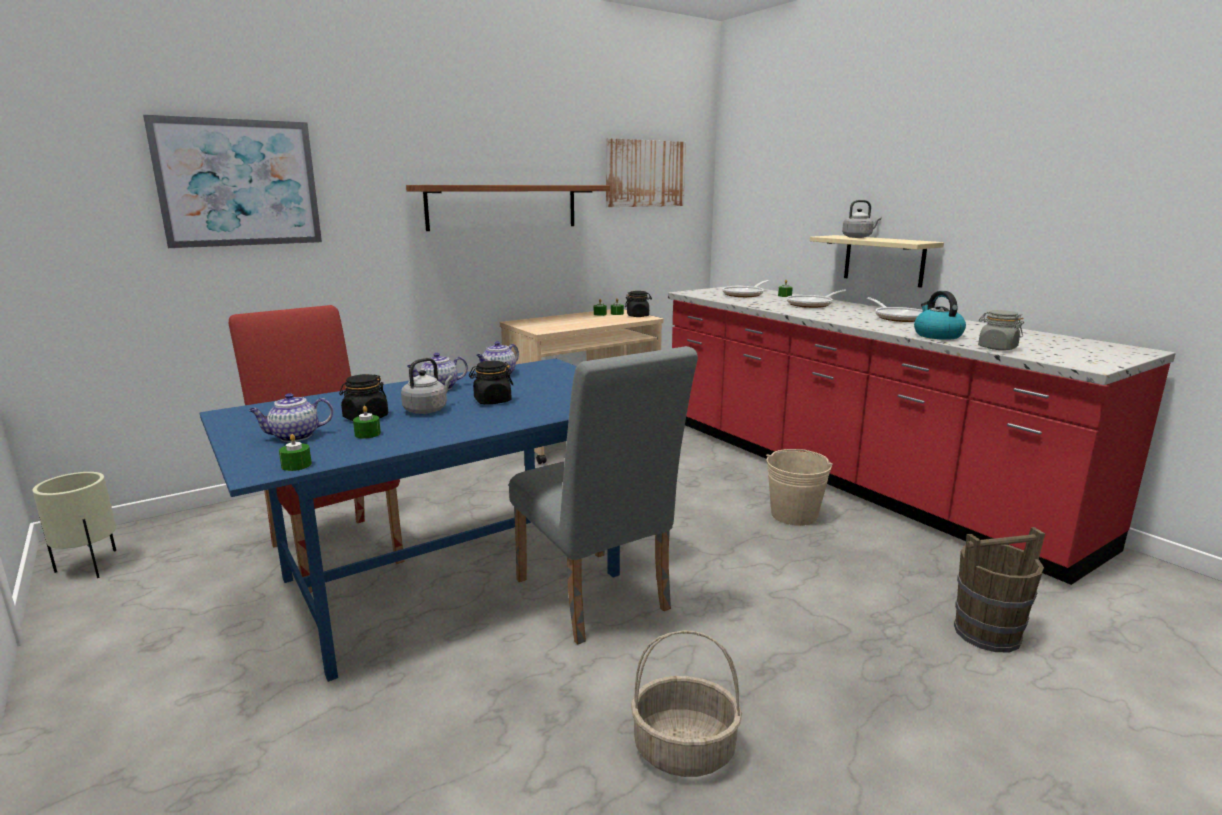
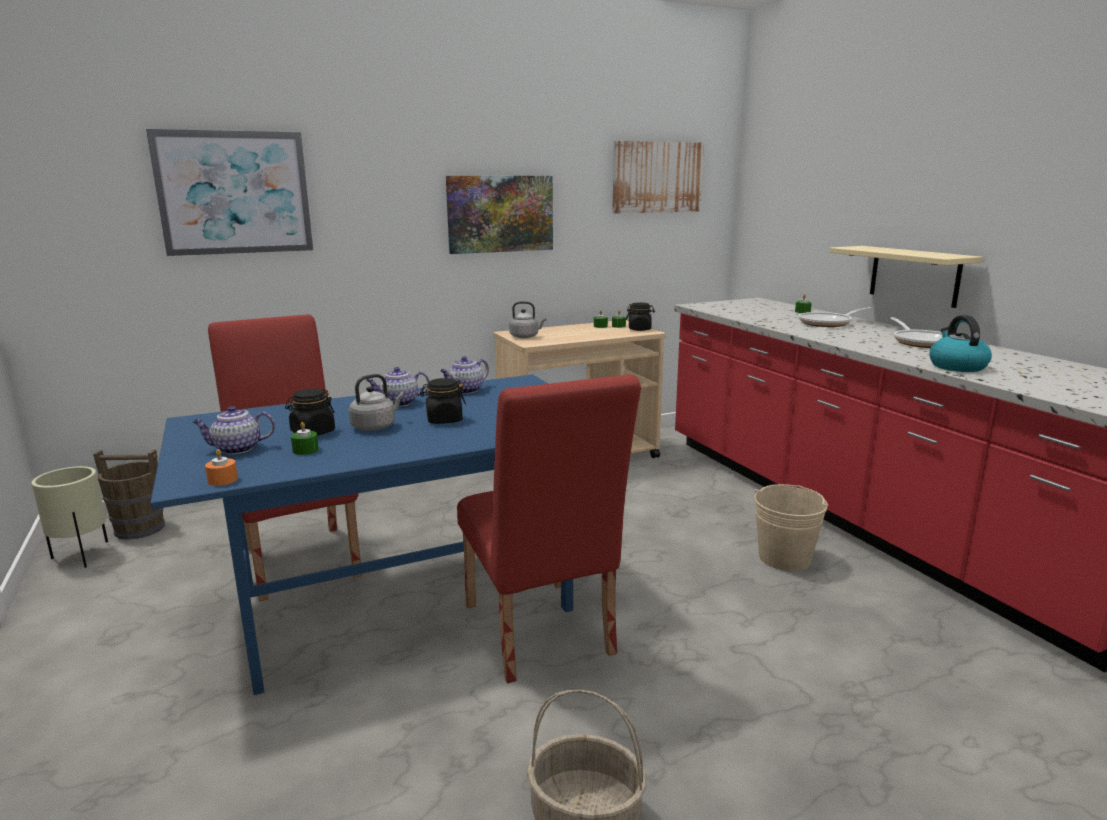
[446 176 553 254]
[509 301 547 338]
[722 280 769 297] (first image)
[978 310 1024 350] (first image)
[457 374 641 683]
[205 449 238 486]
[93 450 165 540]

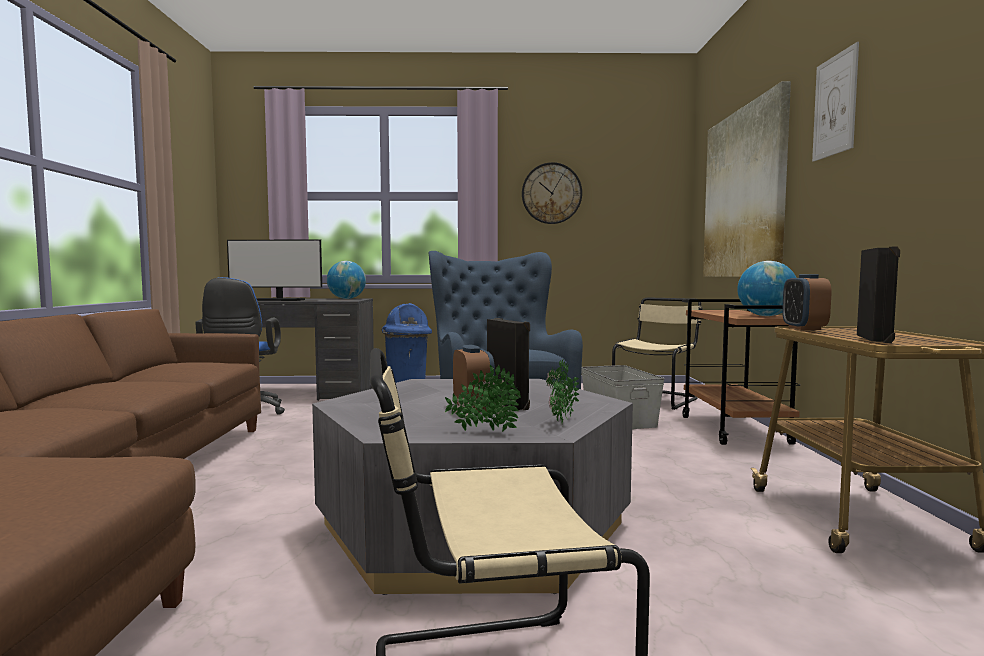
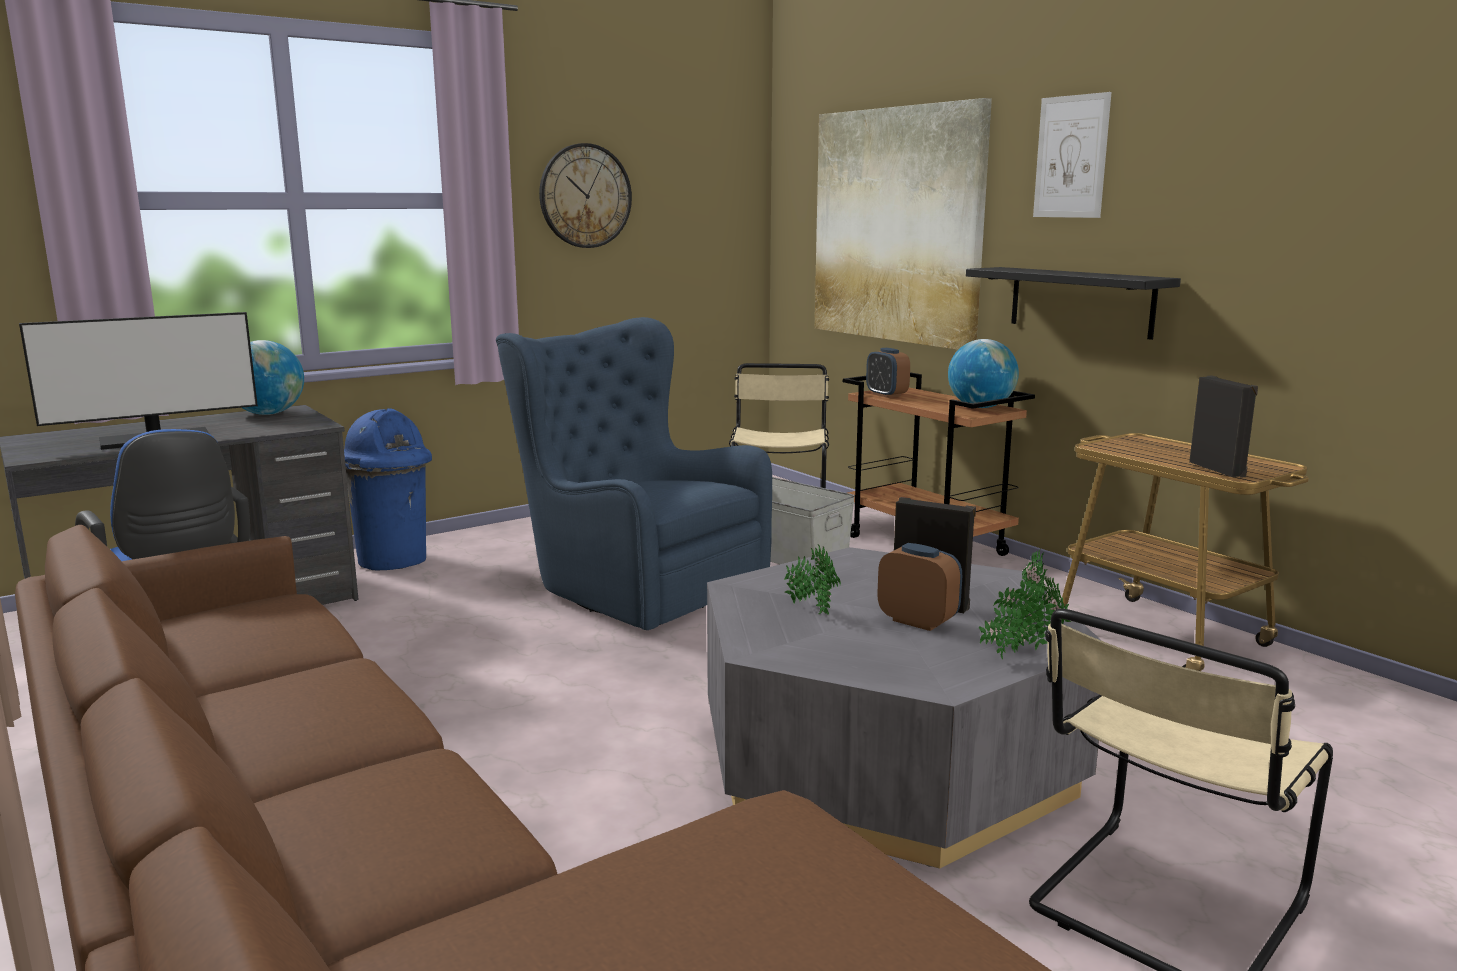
[866 348 910 398]
[966 267 1181 340]
[784 544 841 615]

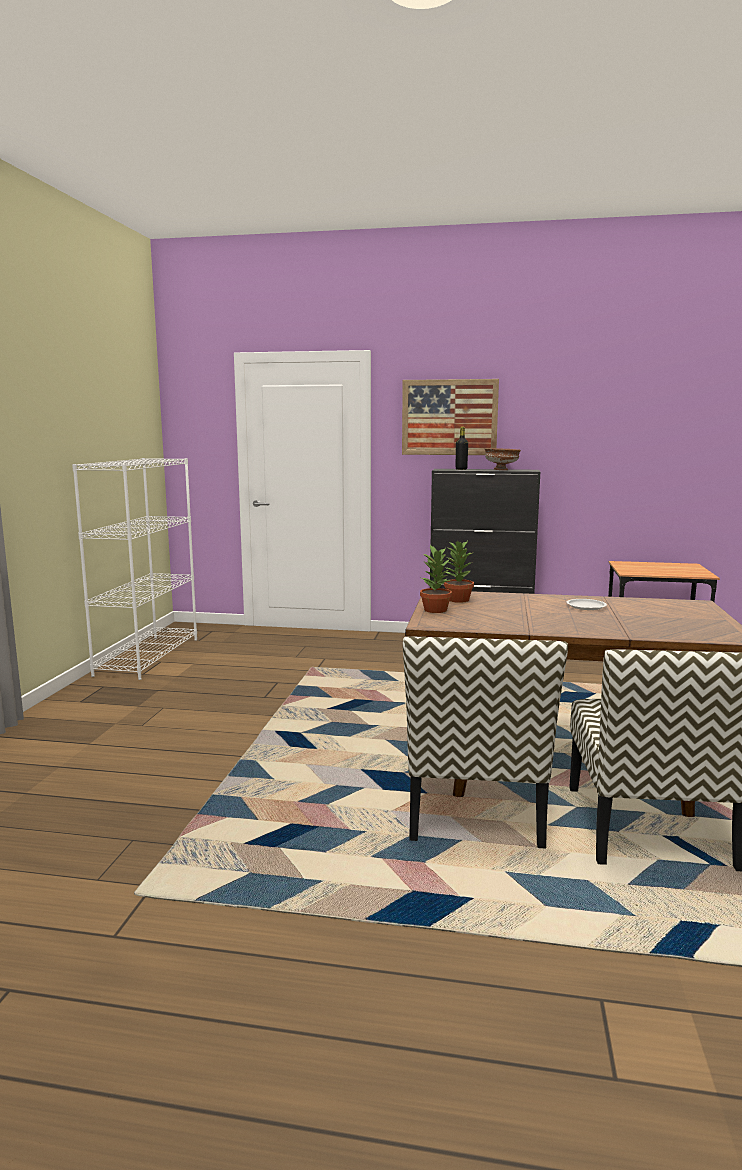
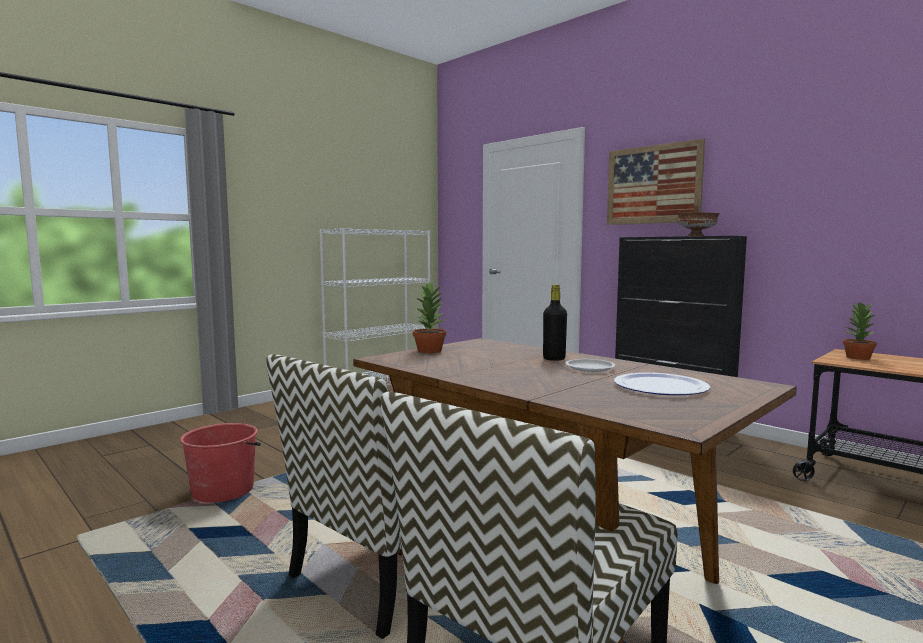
[543 284 567 361]
[843 302 877 360]
[614 372 710 395]
[180 423 261 503]

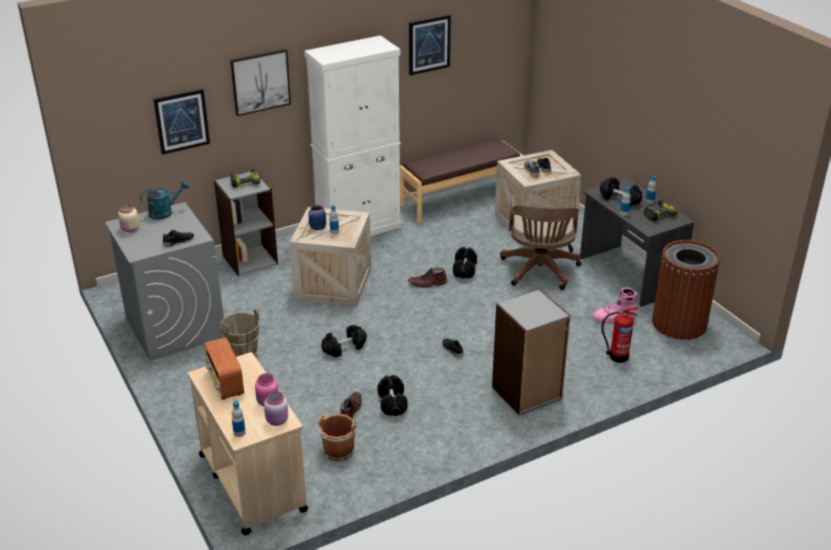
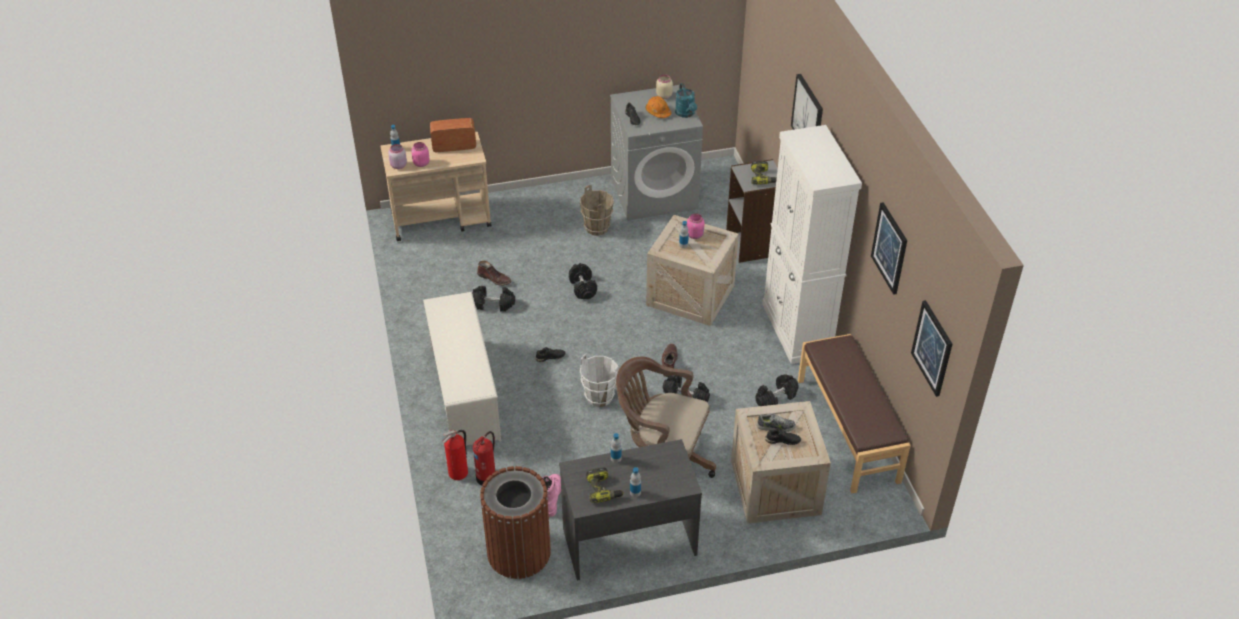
[911 300 952 397]
[755 374 799 406]
[687 213 704 239]
[423 292 501 446]
[319 414 358 461] (first image)
[645 96 671 118]
[580 353 619 407]
[442 430 468 480]

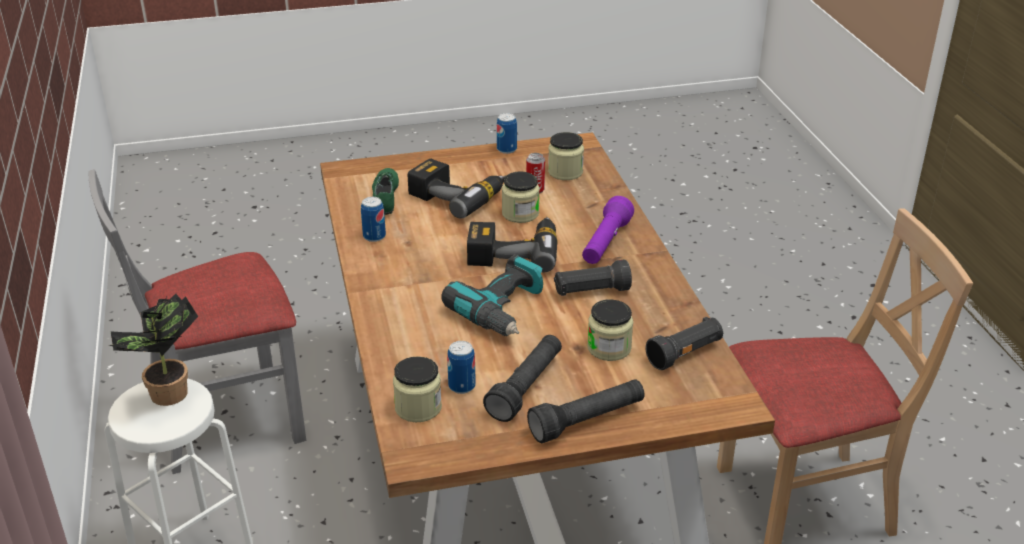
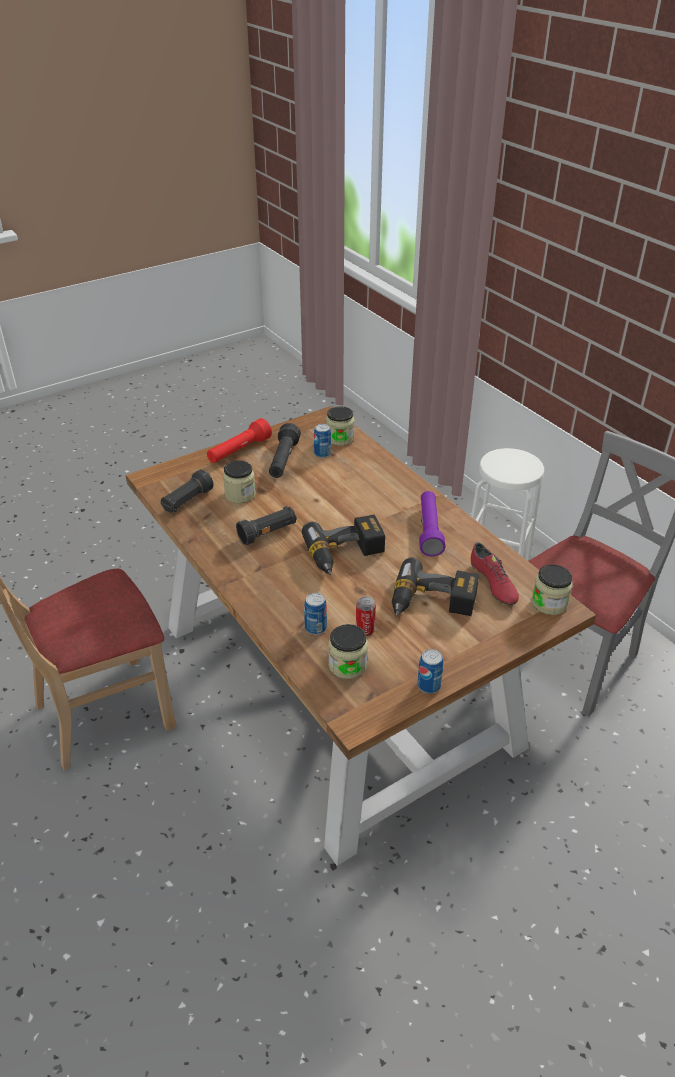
[471 542 519 605]
[532 564 573 615]
[419 491 445 556]
[304 593 327 635]
[441 255 543 336] (first image)
[108 294 198 406] (first image)
[207 418 272 463]

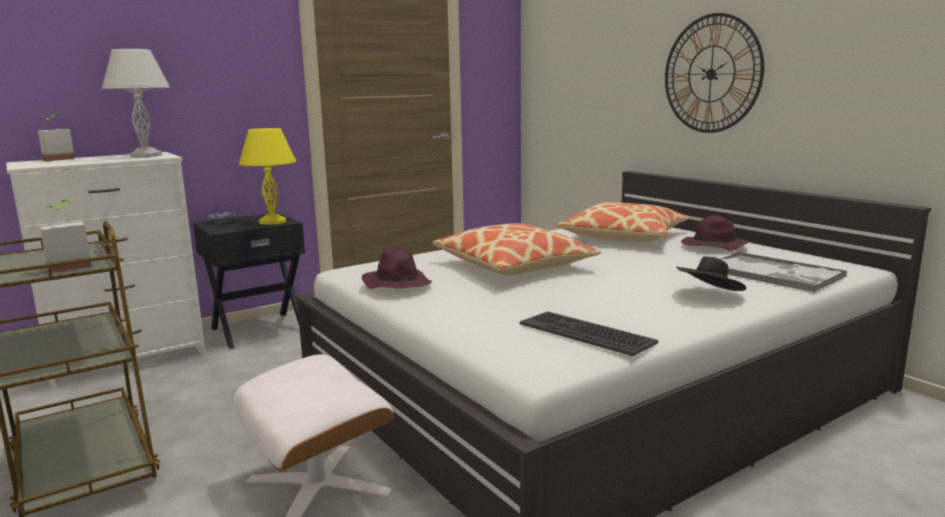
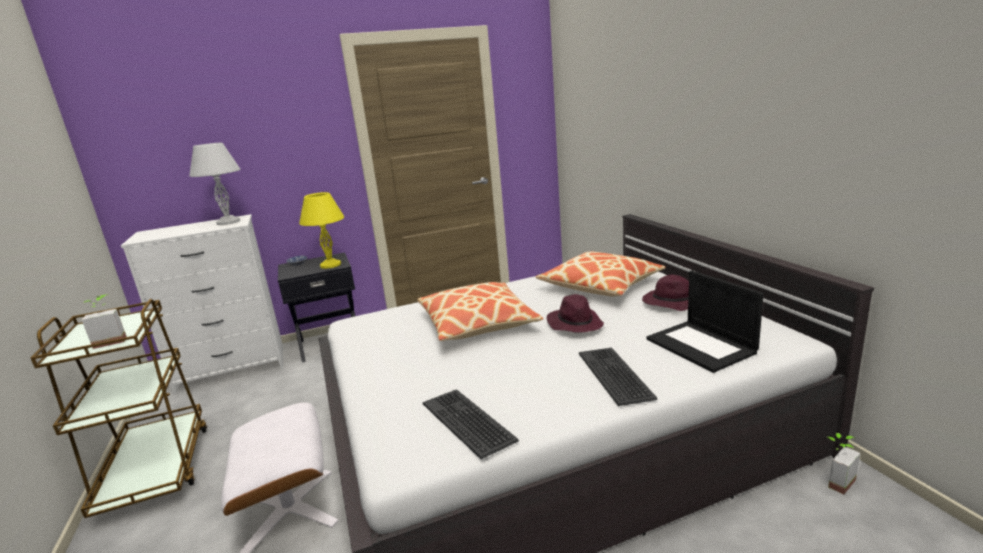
[665 13 764 133] (first image)
[828 433 860 494]
[547 294 604 333]
[646 271 764 373]
[579 348 657 406]

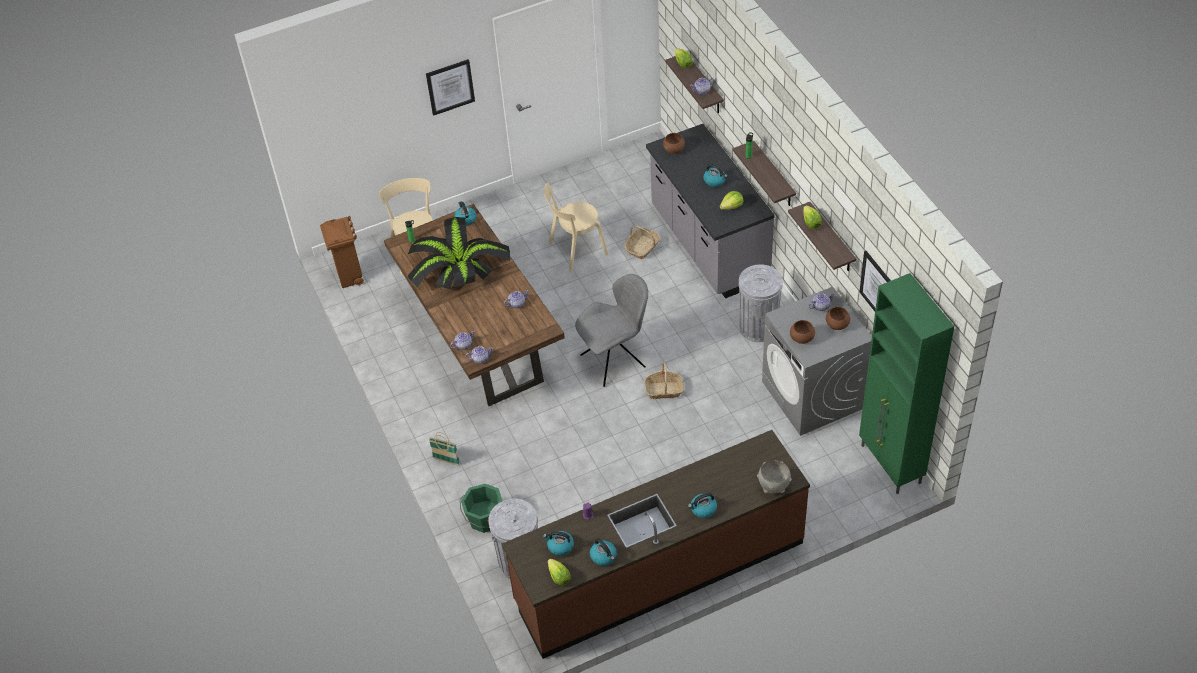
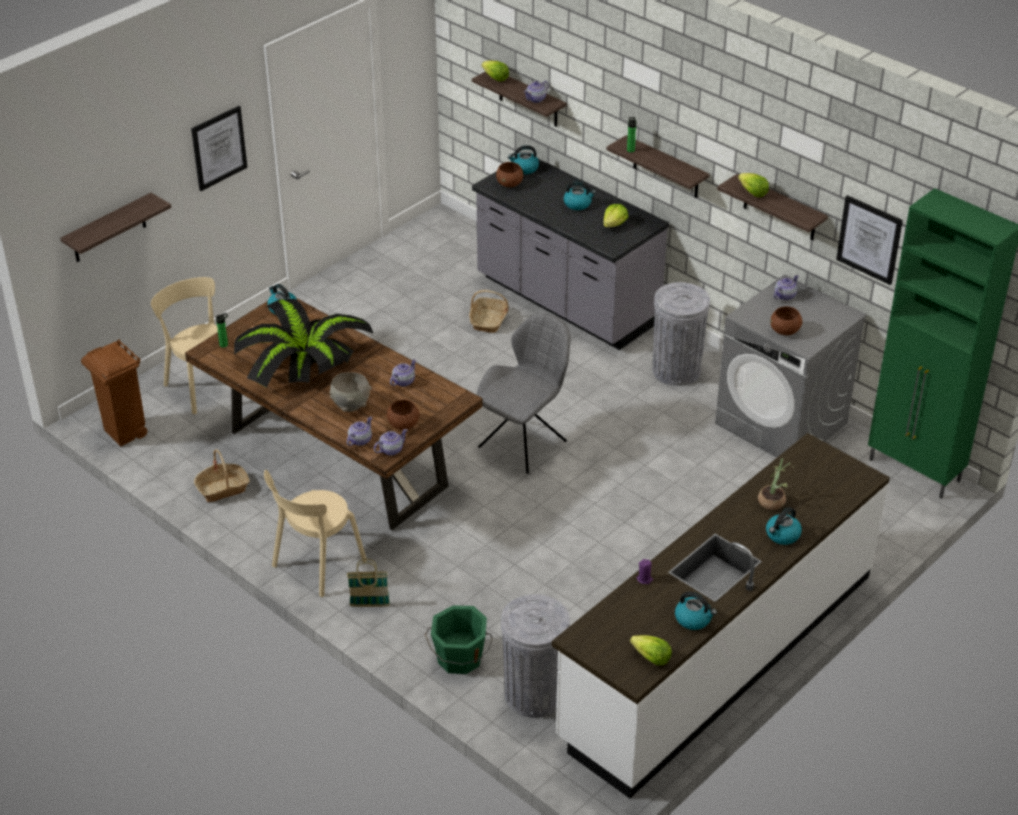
[264 470 367 597]
[387 400 419 430]
[194 449 250 502]
[552 433 890 798]
[329 372 372 412]
[508 145 539 174]
[60 193 171 262]
[758 458 792 510]

